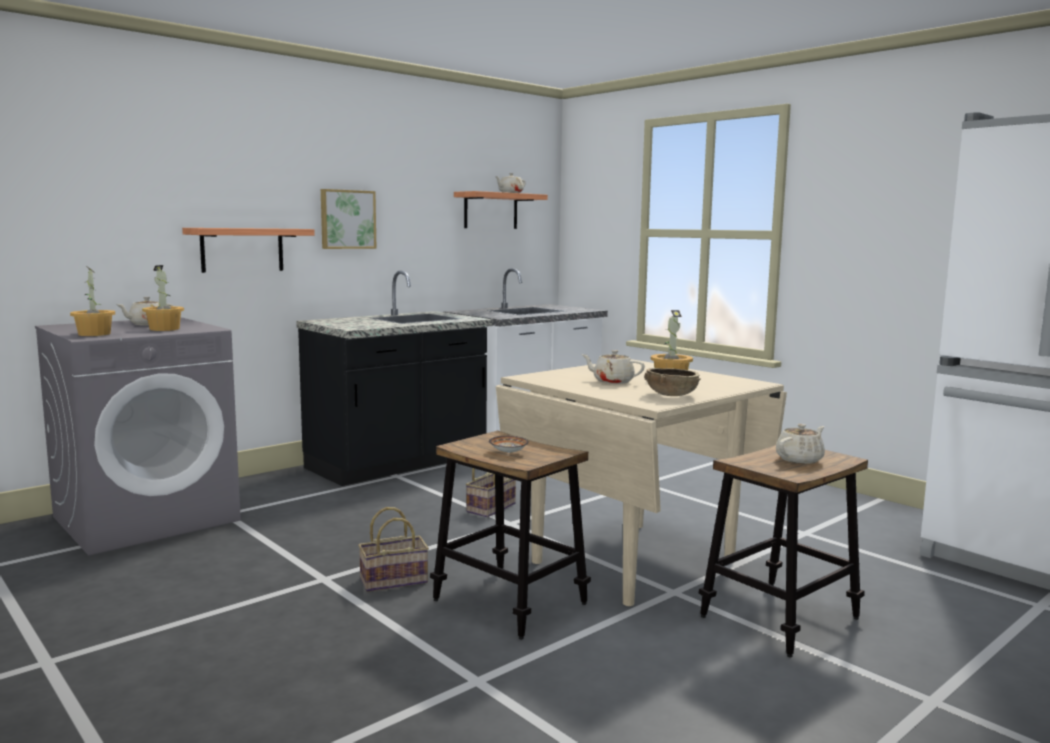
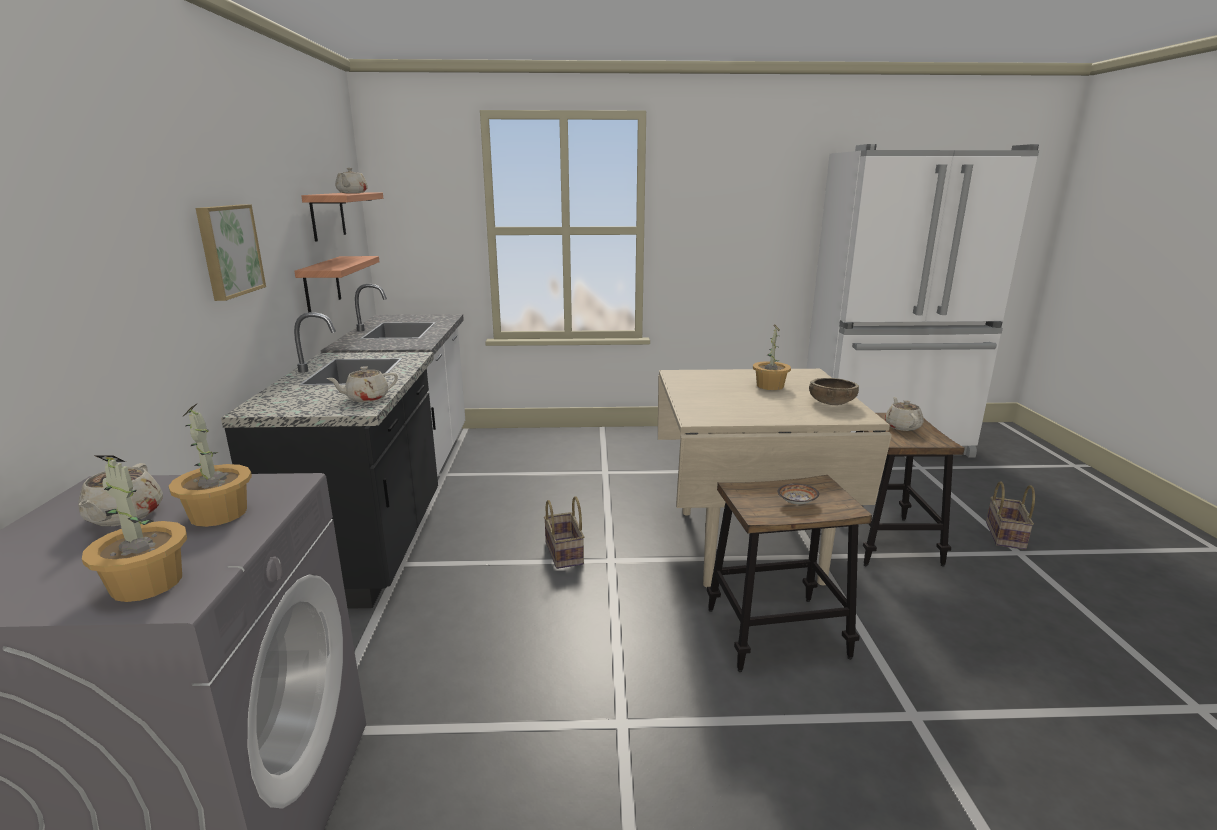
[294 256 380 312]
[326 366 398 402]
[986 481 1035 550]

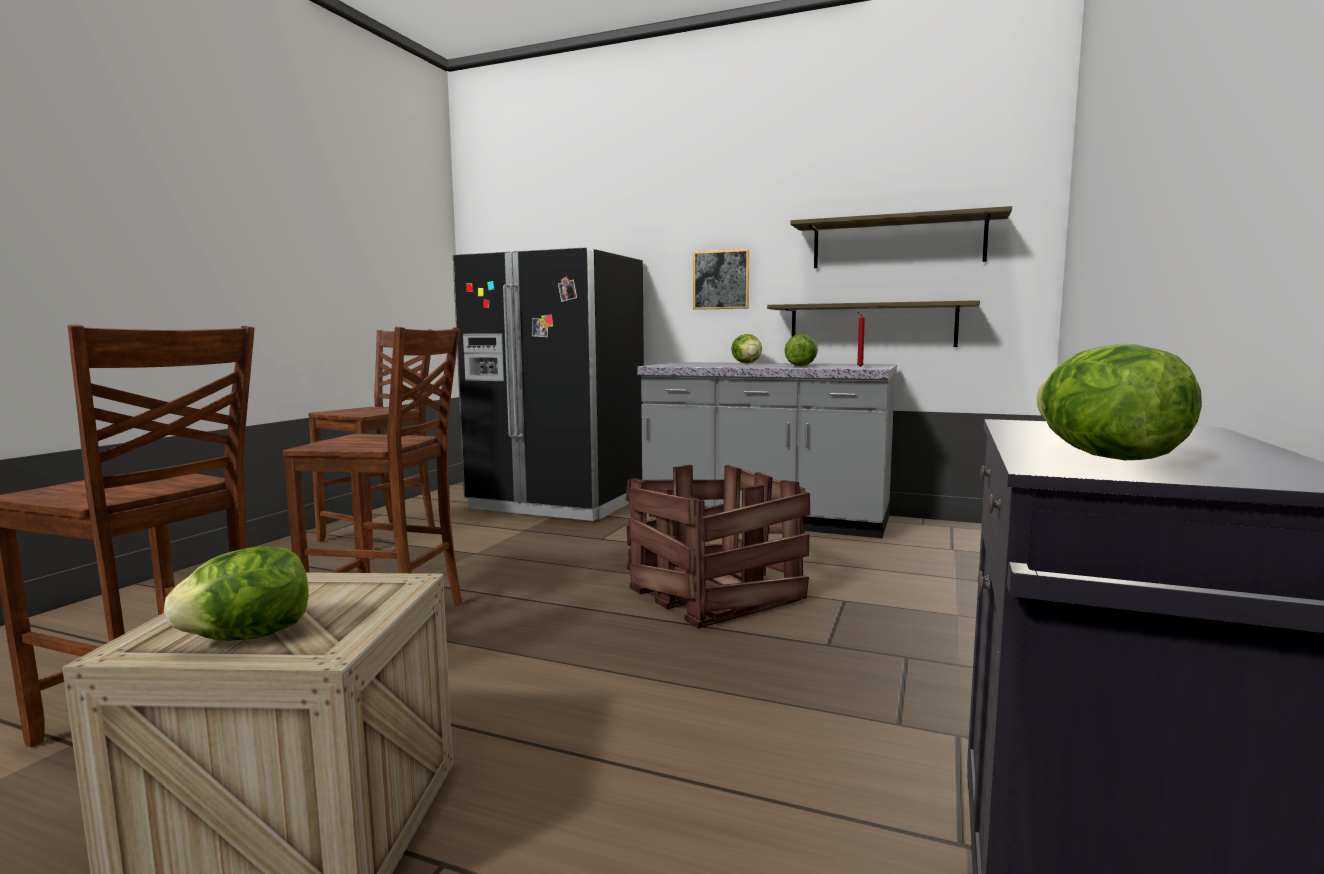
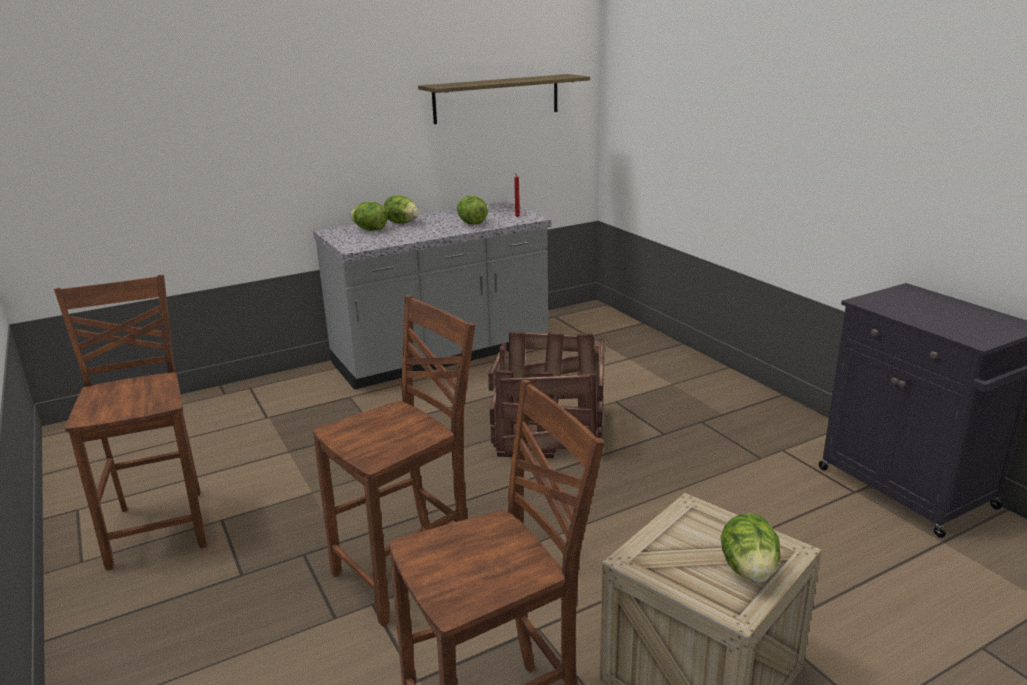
[452 247 644 521] (first image)
[693 249 750 310] (first image)
[767 300 980 347] (first image)
[350 202 388 231]

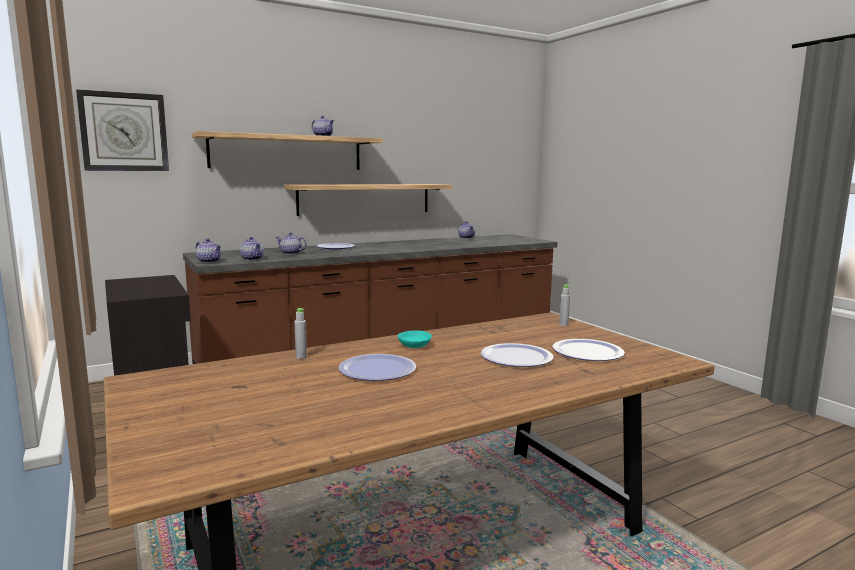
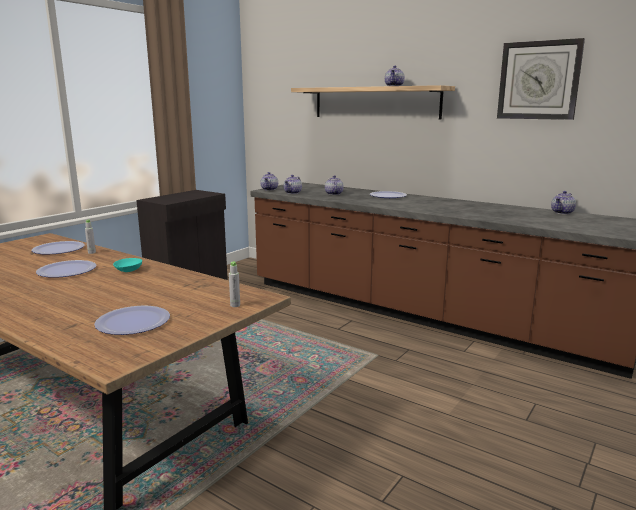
[497 38 585 120]
[284 184 452 216] (first image)
[32 241 85 254]

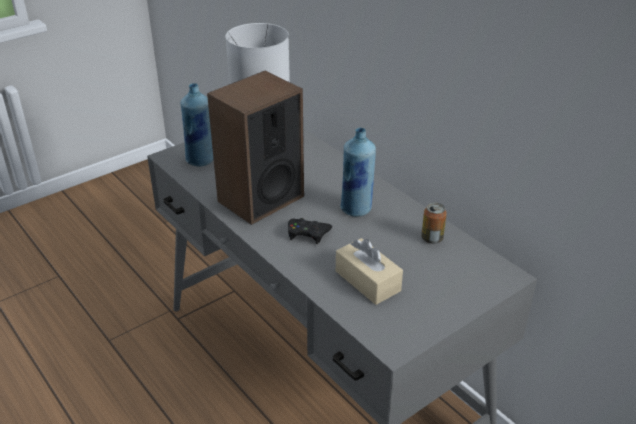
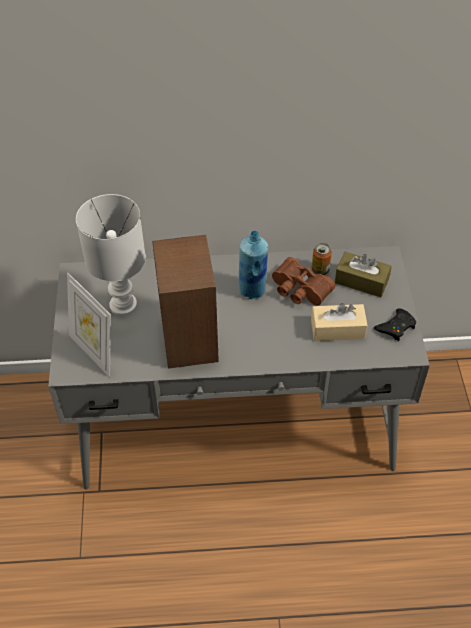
[67 273 111 377]
[374 308 416 341]
[335 252 392 297]
[272 257 335 305]

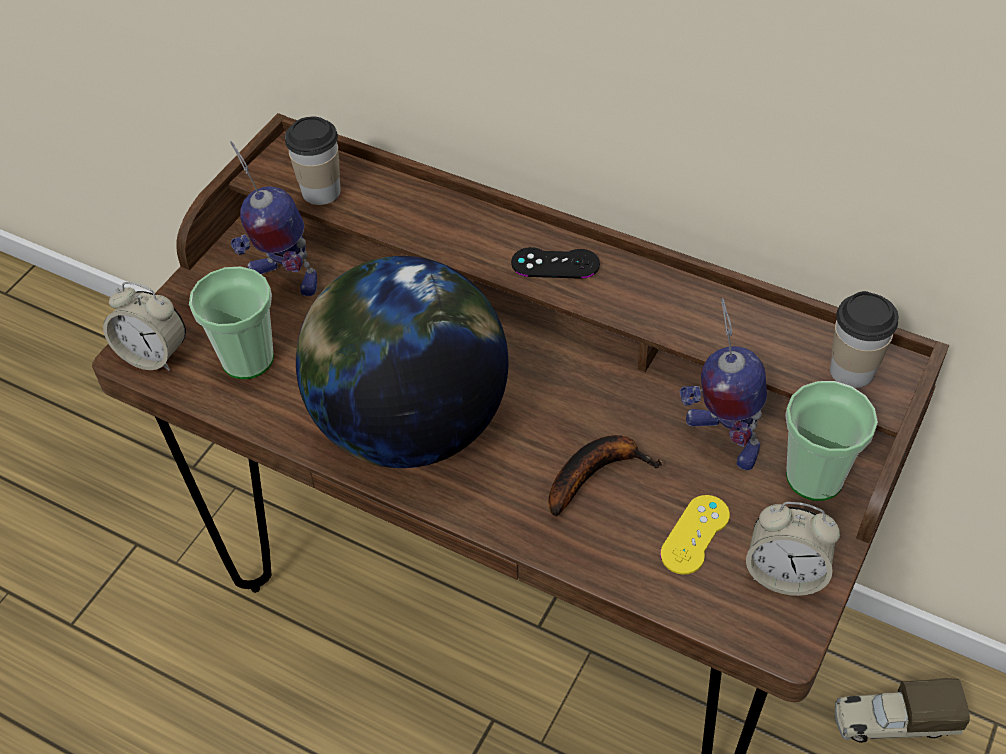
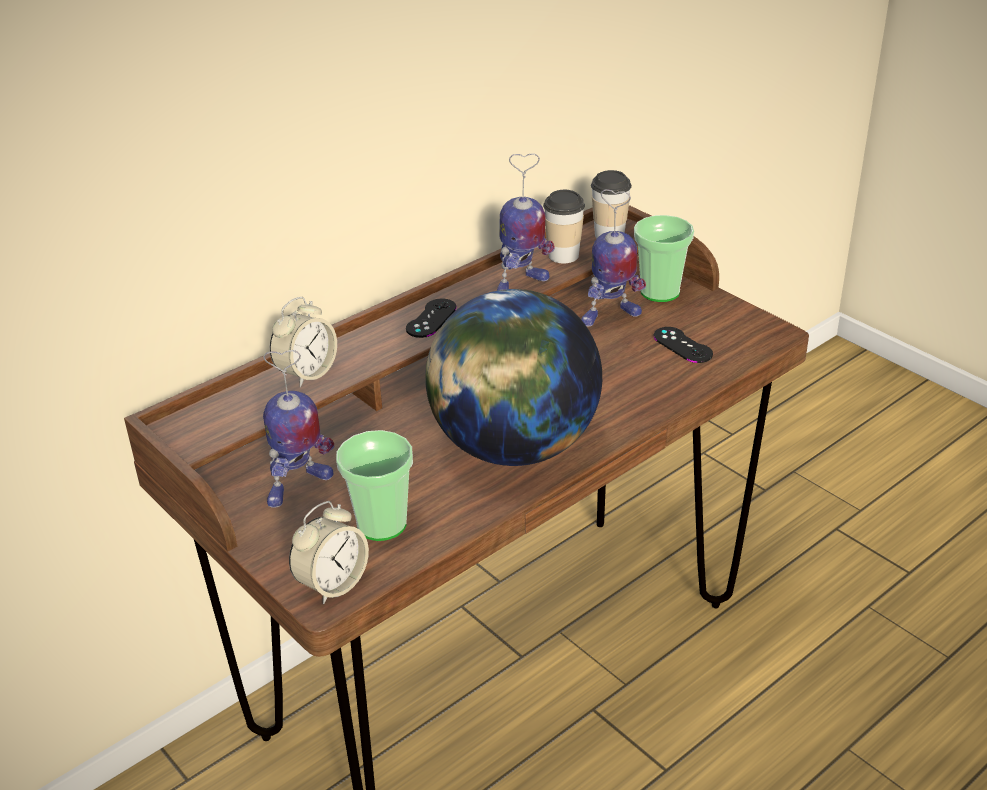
[543 190 585 263]
[548 435 662 517] (first image)
[654 327 713 363]
[270 297 337 387]
[834 678 970 743] (first image)
[497 153 555 291]

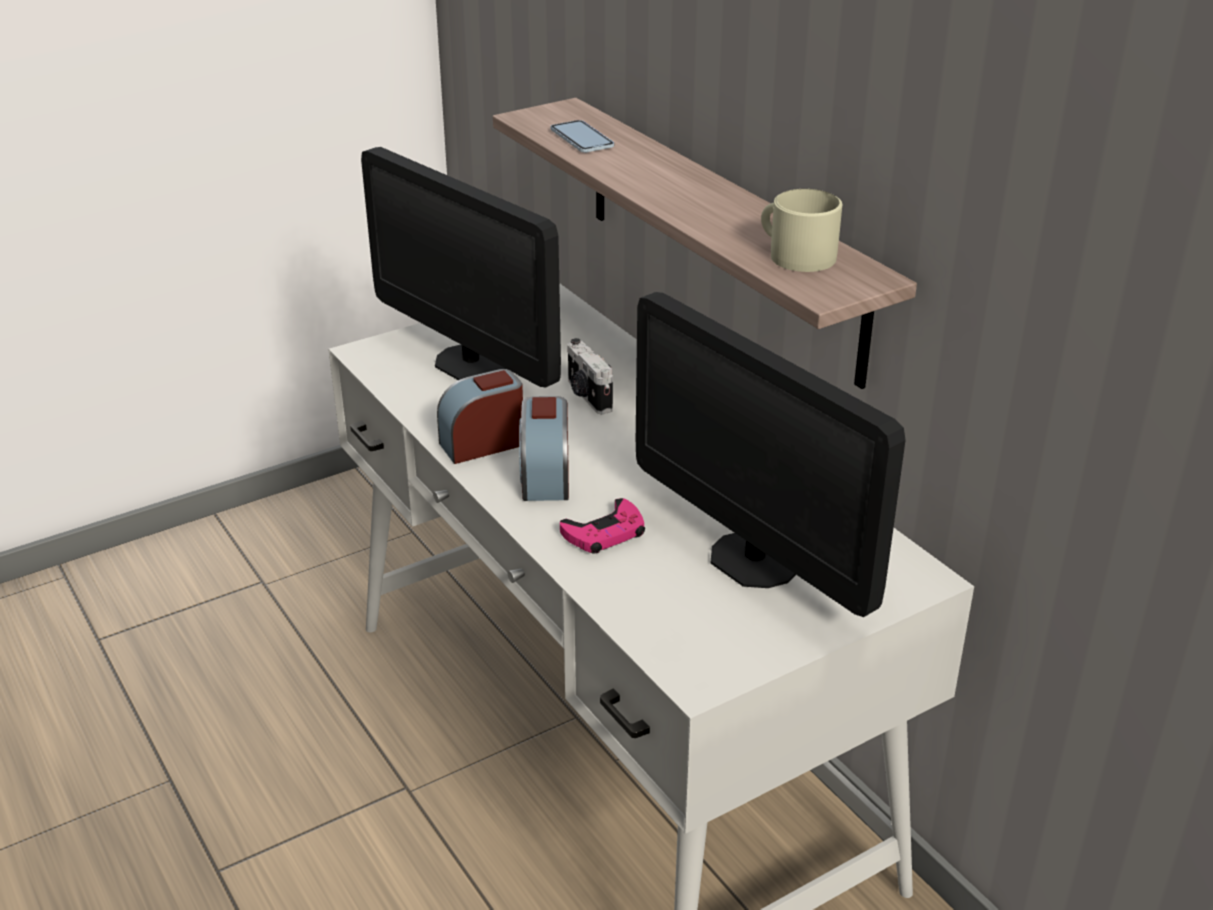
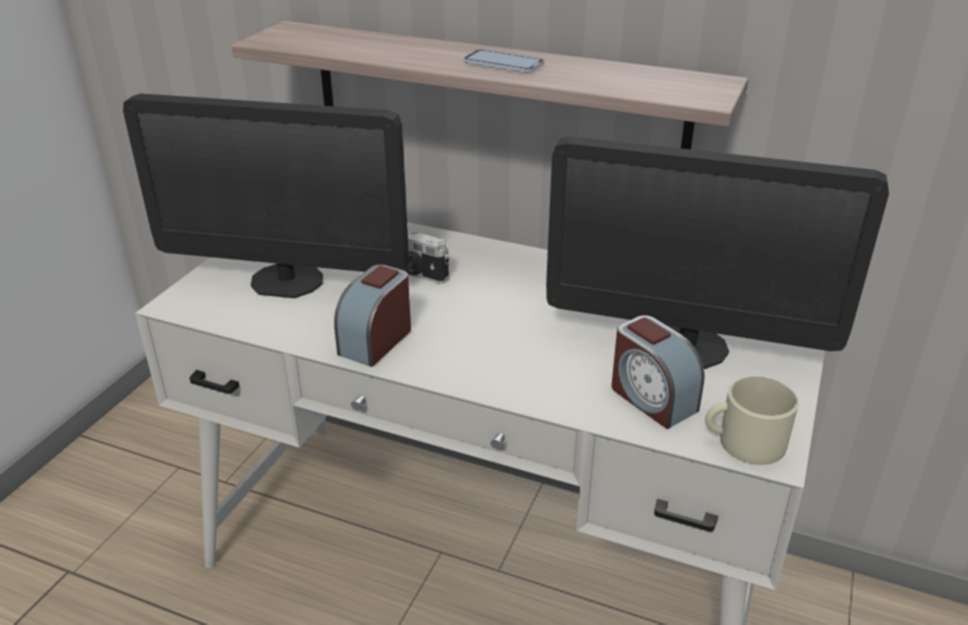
[463 49 544 73]
[705 376 798 465]
[612 315 705 429]
[560 498 645 554] (first image)

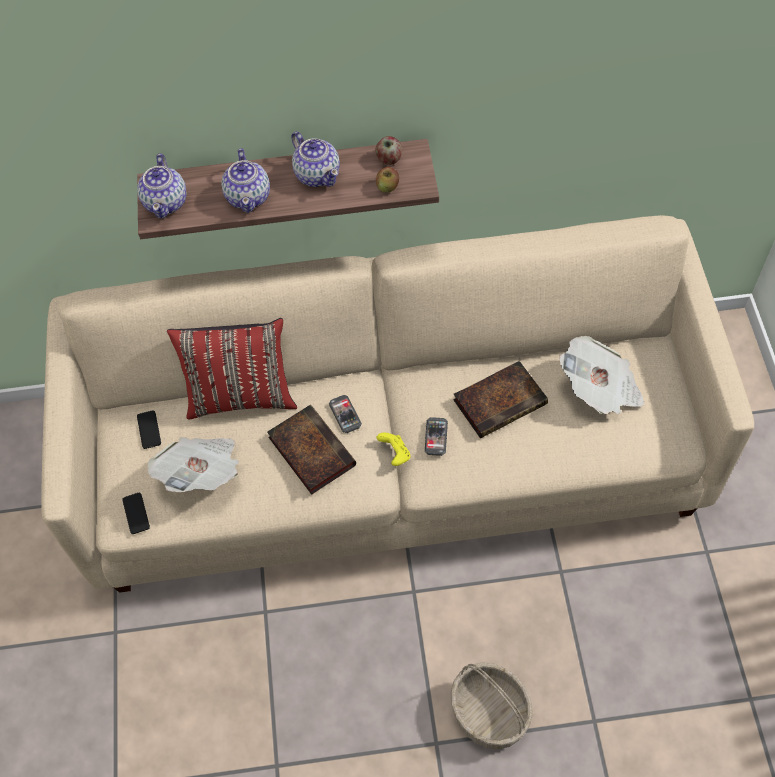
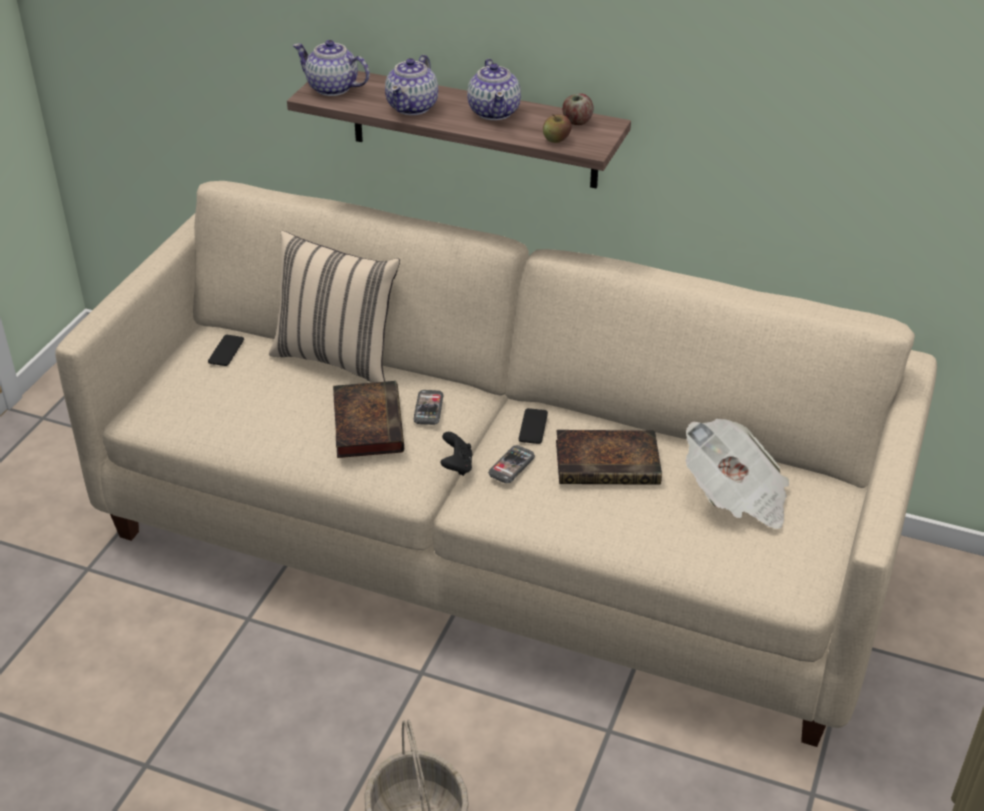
[293 40 370 96]
[269 231 400 383]
[440 432 473 476]
[147 437 239 492] (first image)
[519 408 548 444]

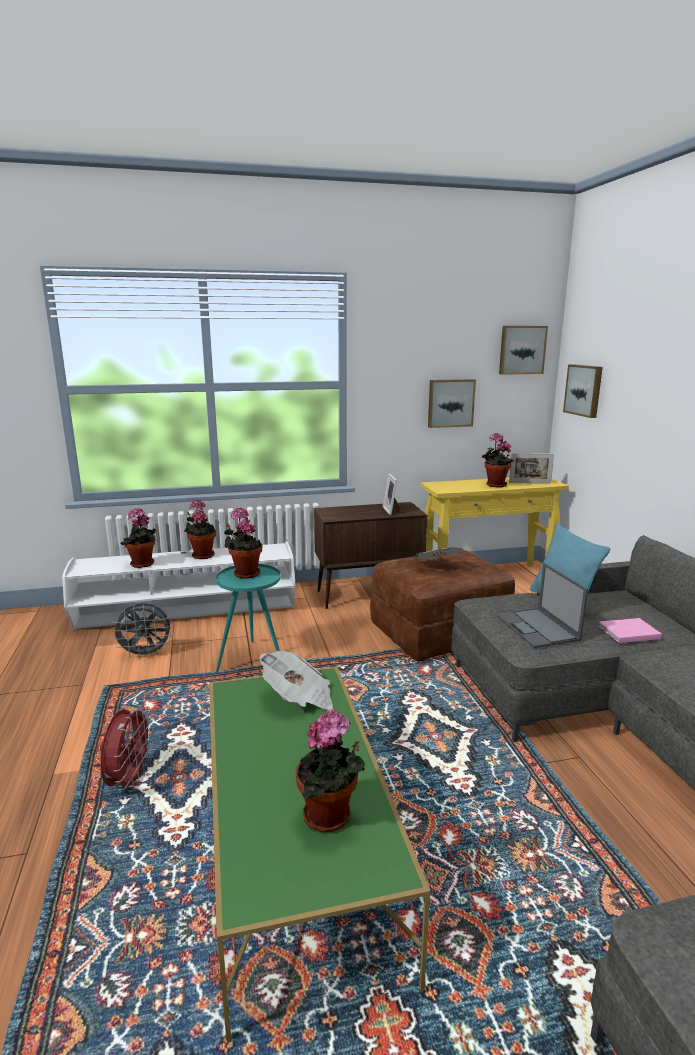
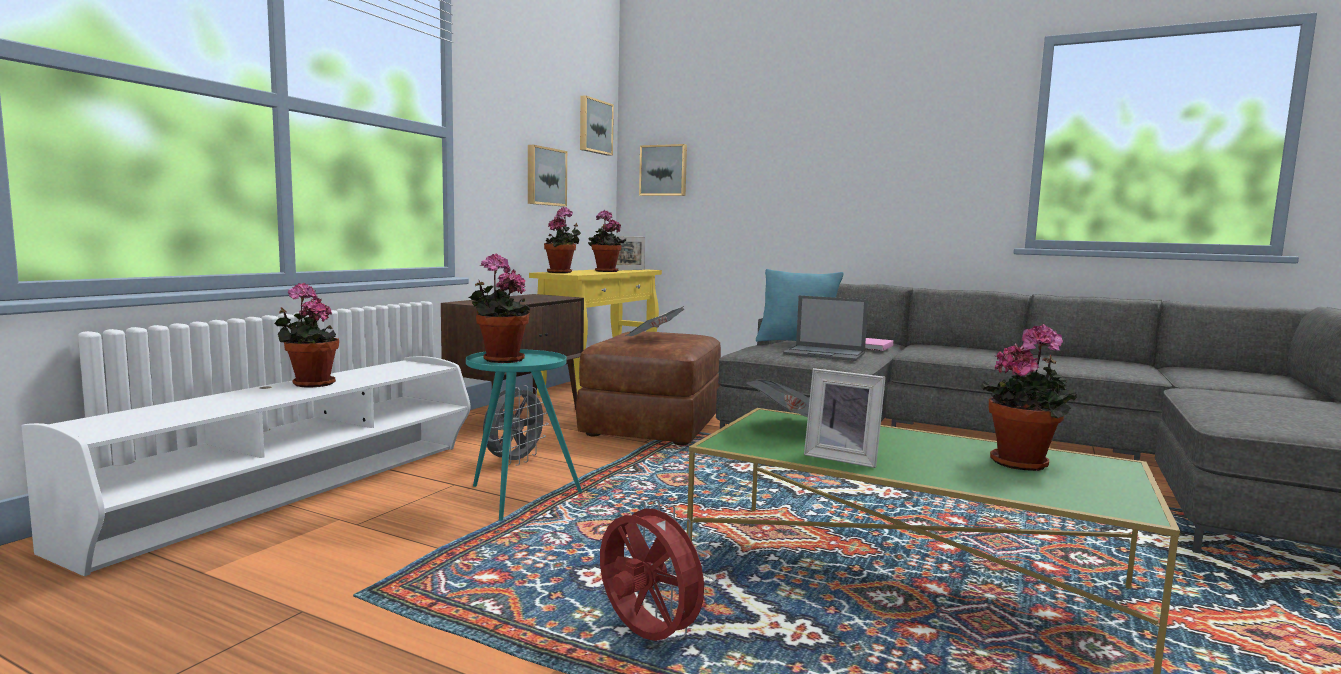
[804 368 886 468]
[544 207 581 273]
[483 385 549 466]

